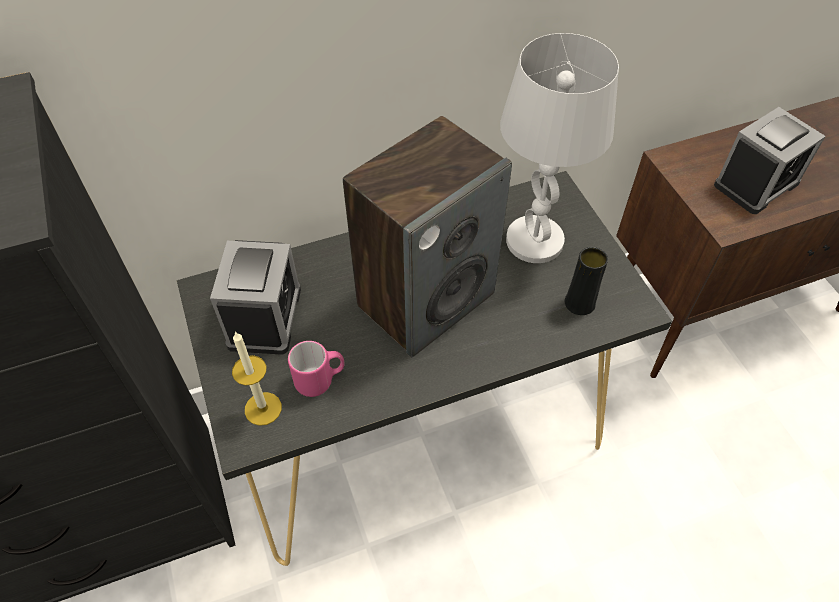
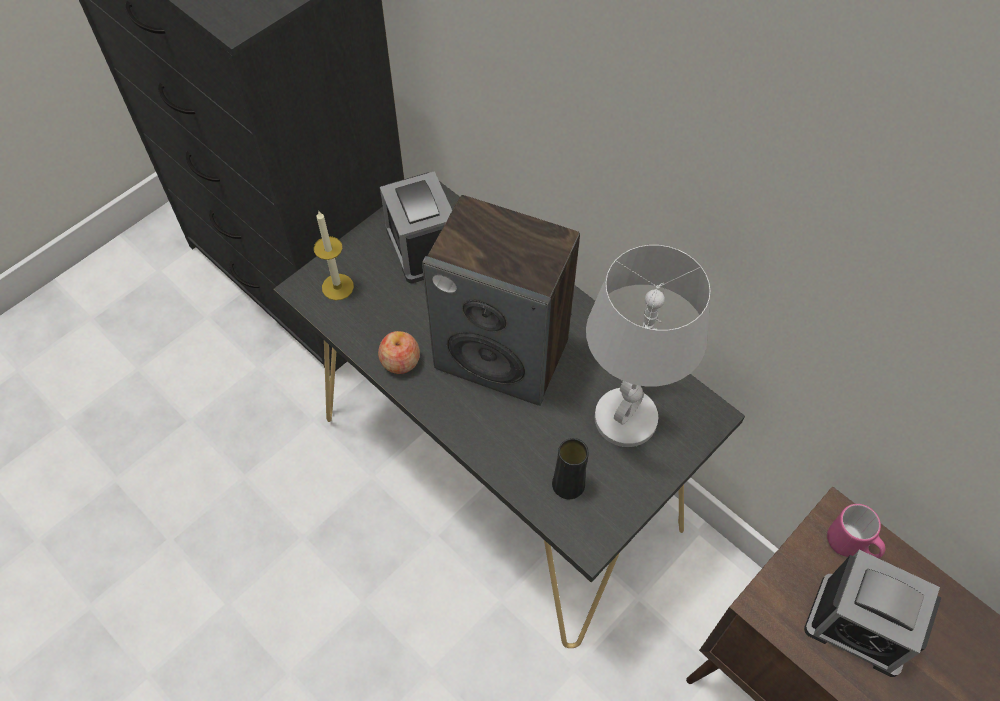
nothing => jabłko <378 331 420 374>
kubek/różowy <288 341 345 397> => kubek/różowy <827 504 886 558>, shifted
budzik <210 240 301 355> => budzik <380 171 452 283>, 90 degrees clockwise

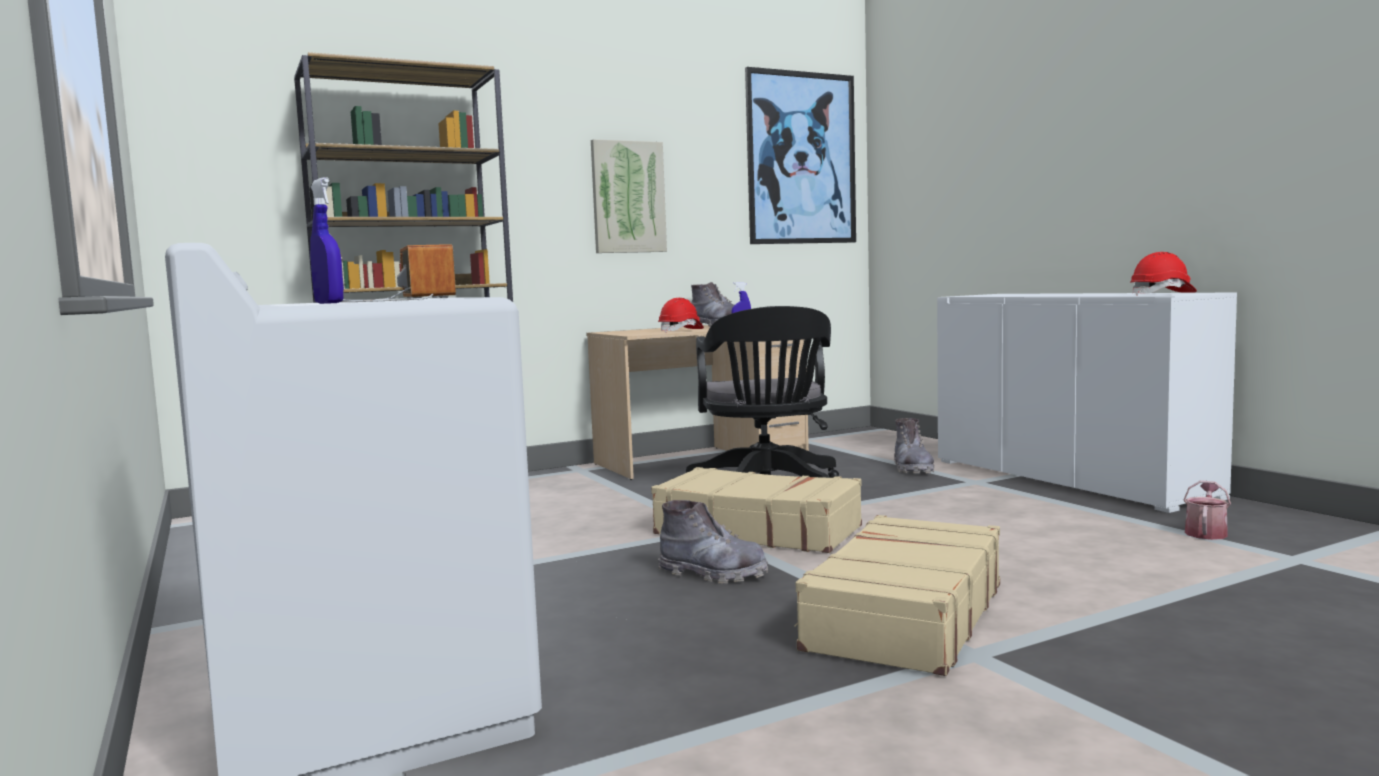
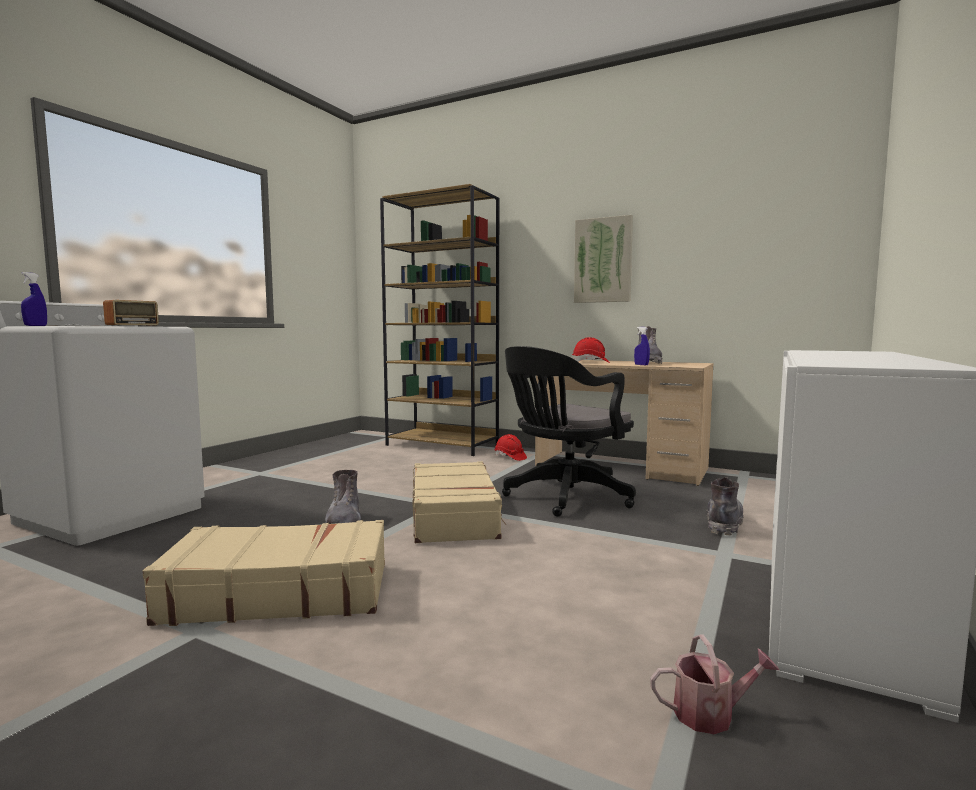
obraz <745 67 856 244> => nothing
kask/czerwony <1130 252 1197 296> => kask/czerwony <494 434 527 461>, shifted
but z cholewką/szary <894 418 935 473> => but z cholewką/szary <707 477 744 535>, 150 degrees clockwise

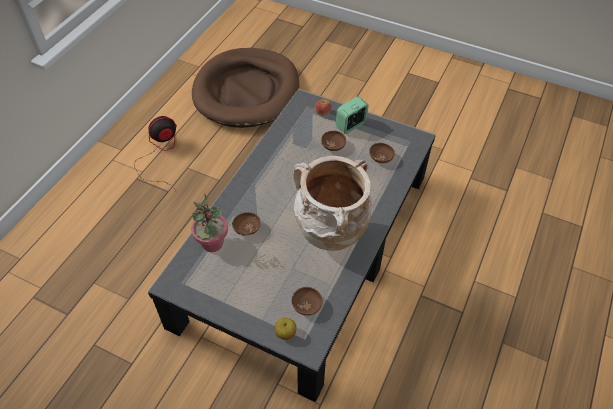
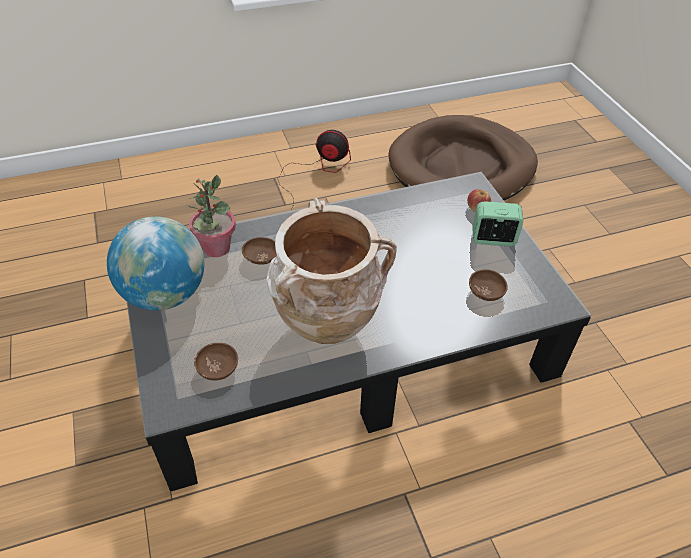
jabłko <274 318 297 340> => nothing
miska/brązowy <321 131 346 151> => nothing
nothing => globus <107 216 204 311>

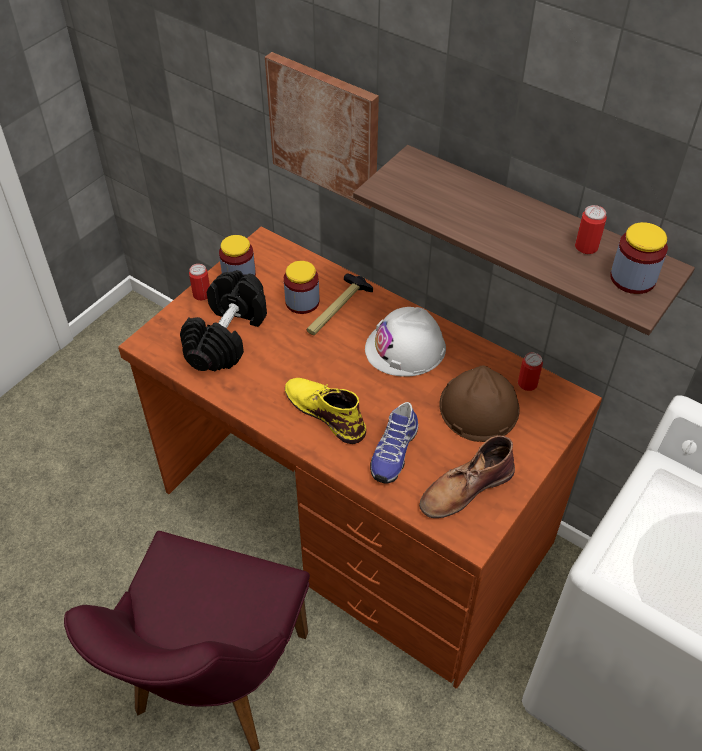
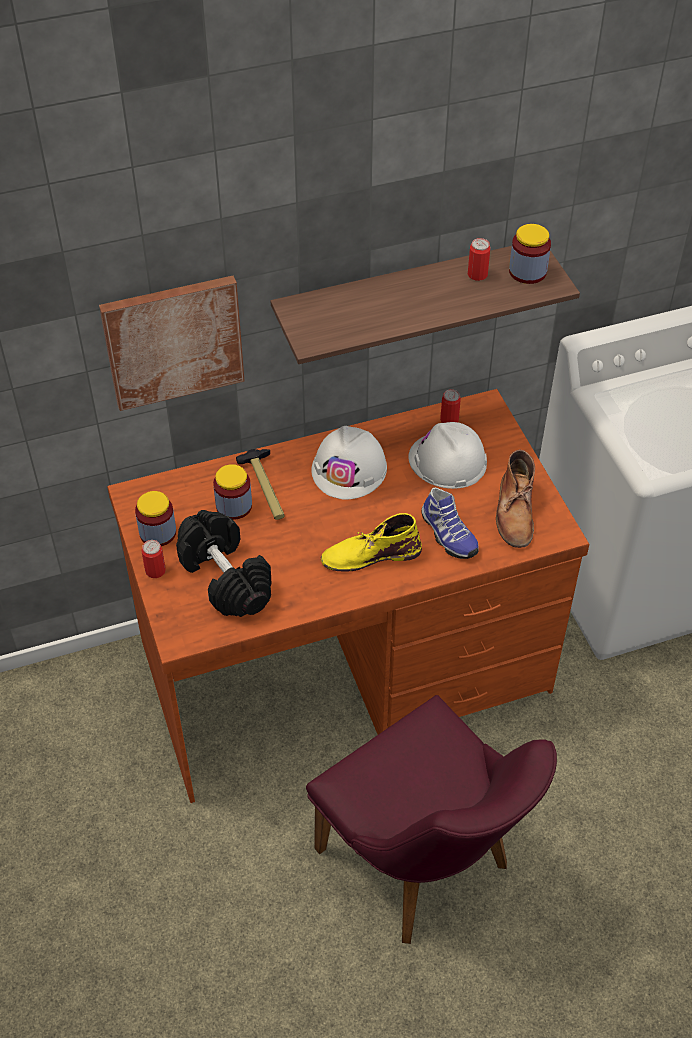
kask/brązowy <439 365 520 442> => kask/biały <408 422 487 489>

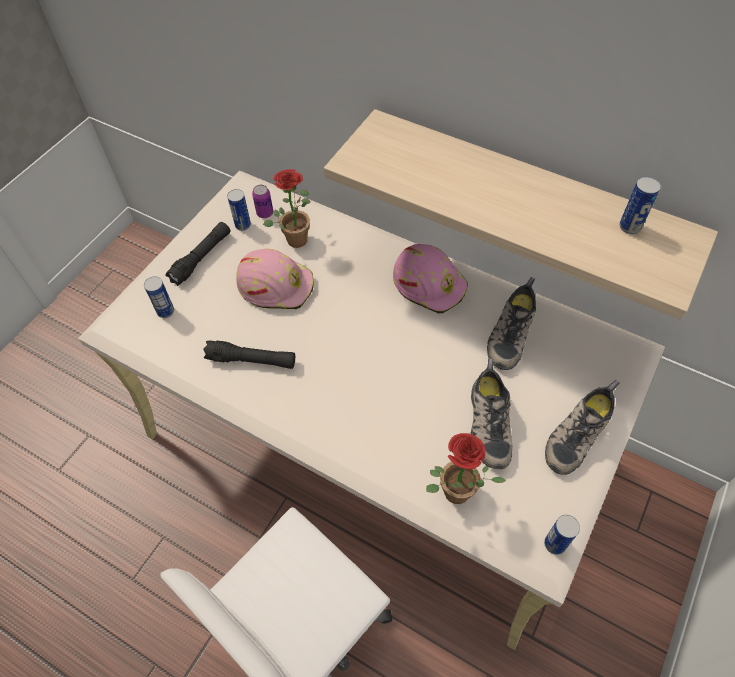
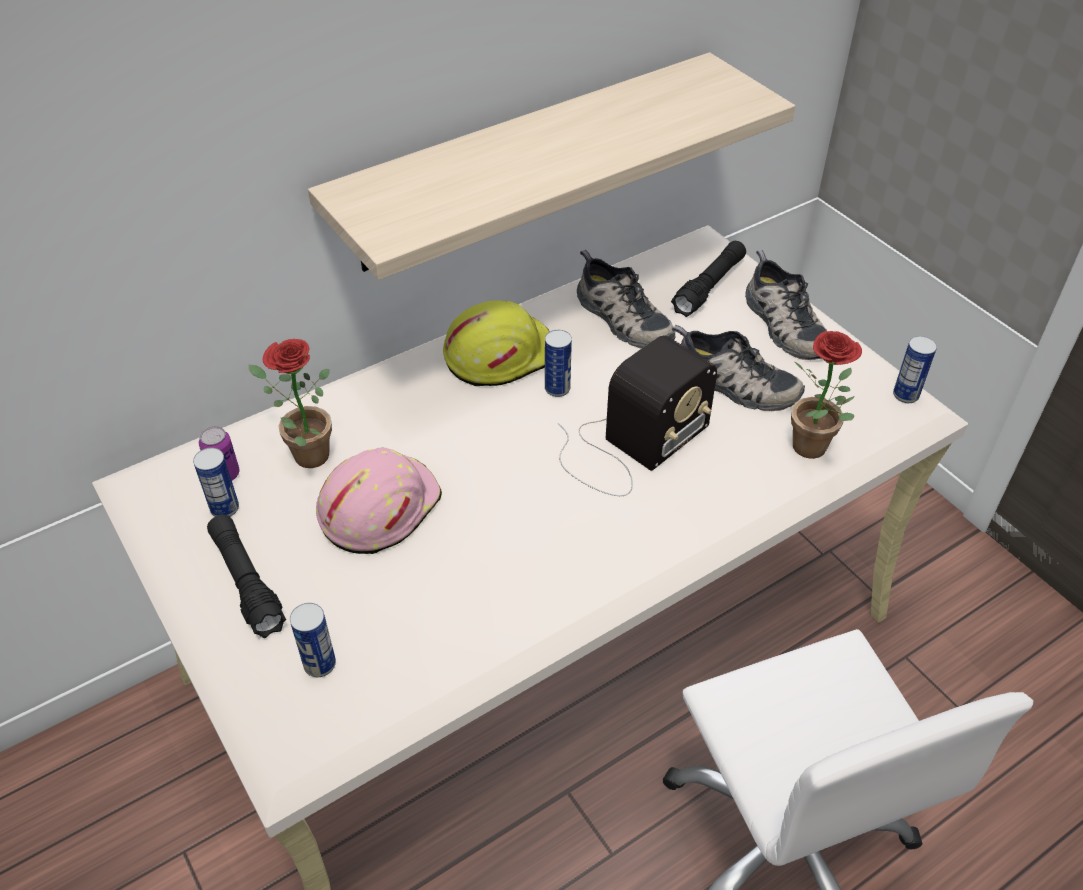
nothing => radio <558 335 717 496>
latarka/czarny <203 340 295 369> => latarka/czarny <671 241 746 317>, shifted
puszka <620 176 661 234> => puszka <545 330 572 397>, shifted
kask/różowy <393 244 468 314> => kask/żółty <443 301 550 386>

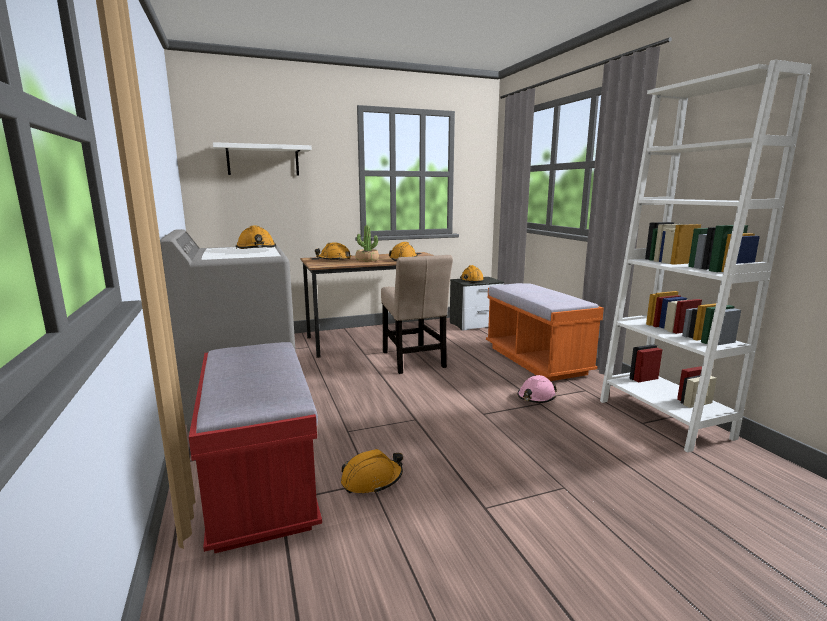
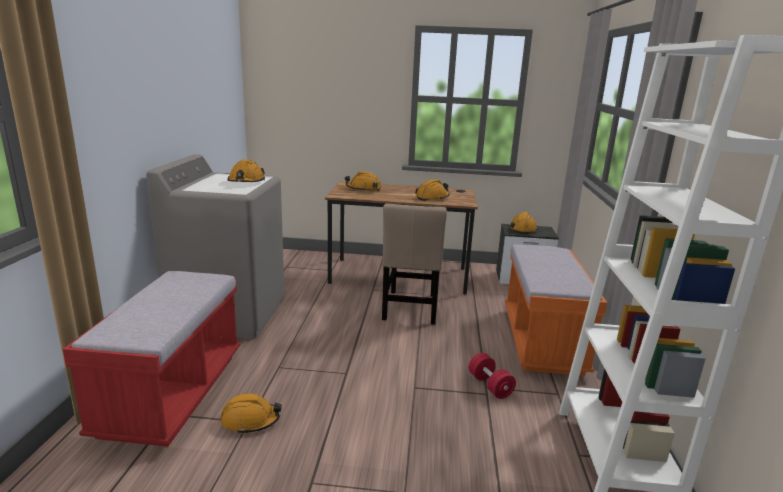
półka/biały <213 142 312 176> => nothing
roślina doniczkowa <356 225 379 262> => nothing
kask/różowy <517 375 557 403> => hantel/czerwony <469 353 516 399>

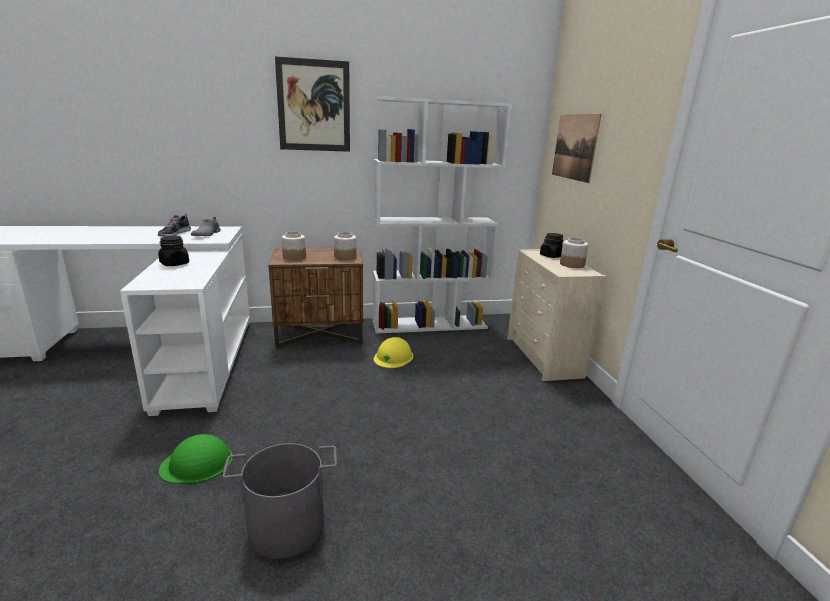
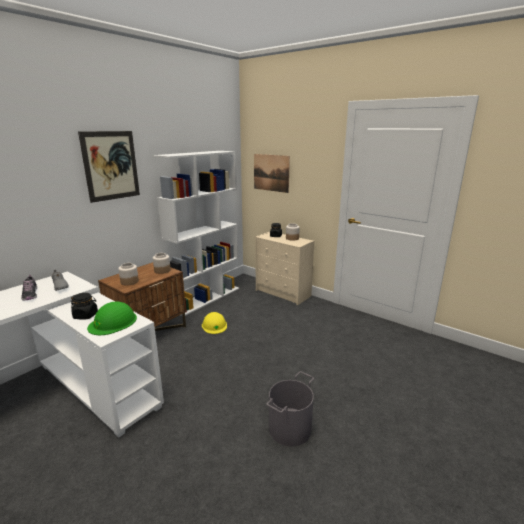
kask/zielony <159 434 233 484> => kask/zielony <87 301 137 335>, shifted

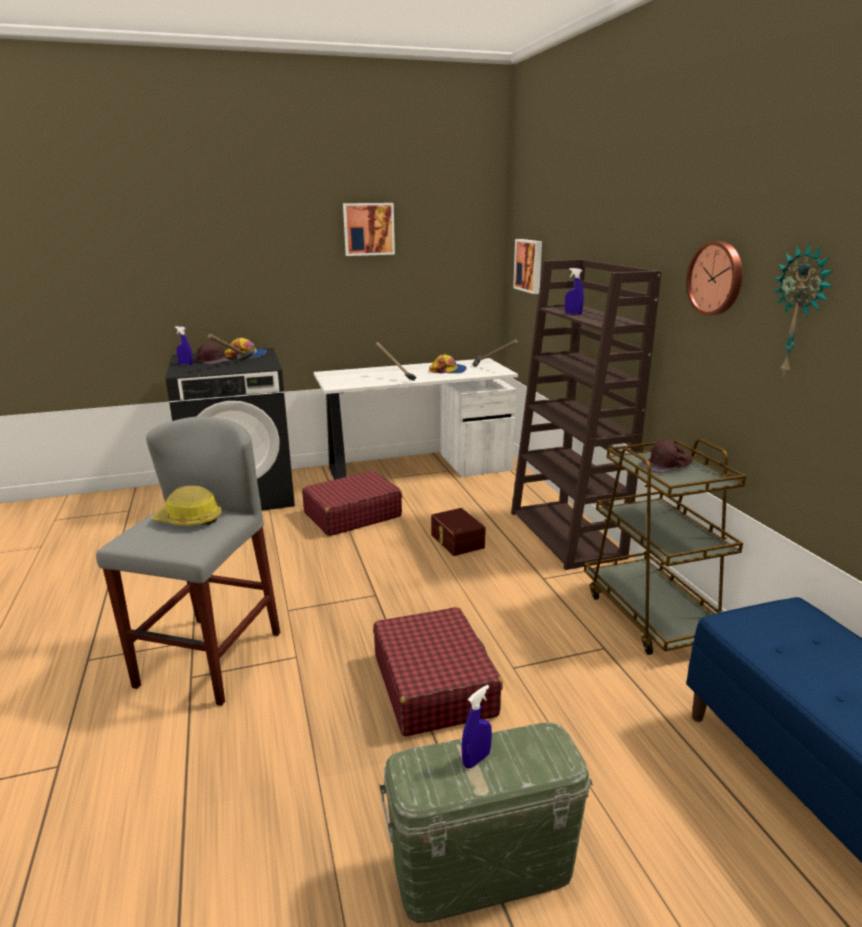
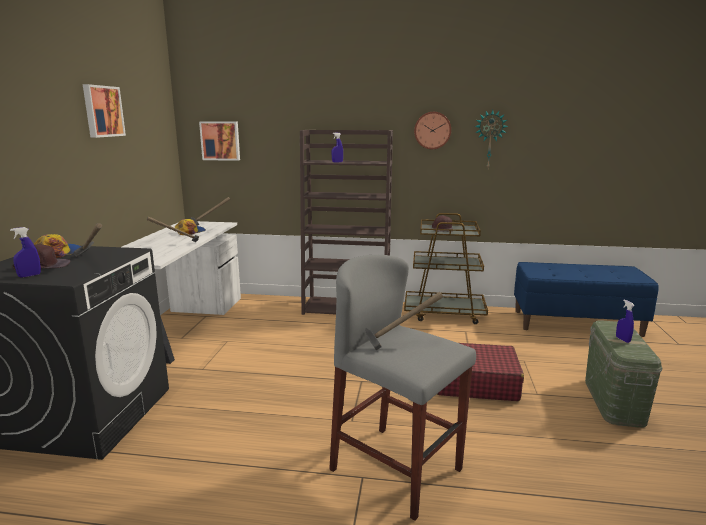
walizka/czerwony <302 471 402 536> => nothing
pojemnik do przechowywania/brązowy <431 508 486 556> => nothing
kask <151 486 222 526> => młotek <365 292 443 350>

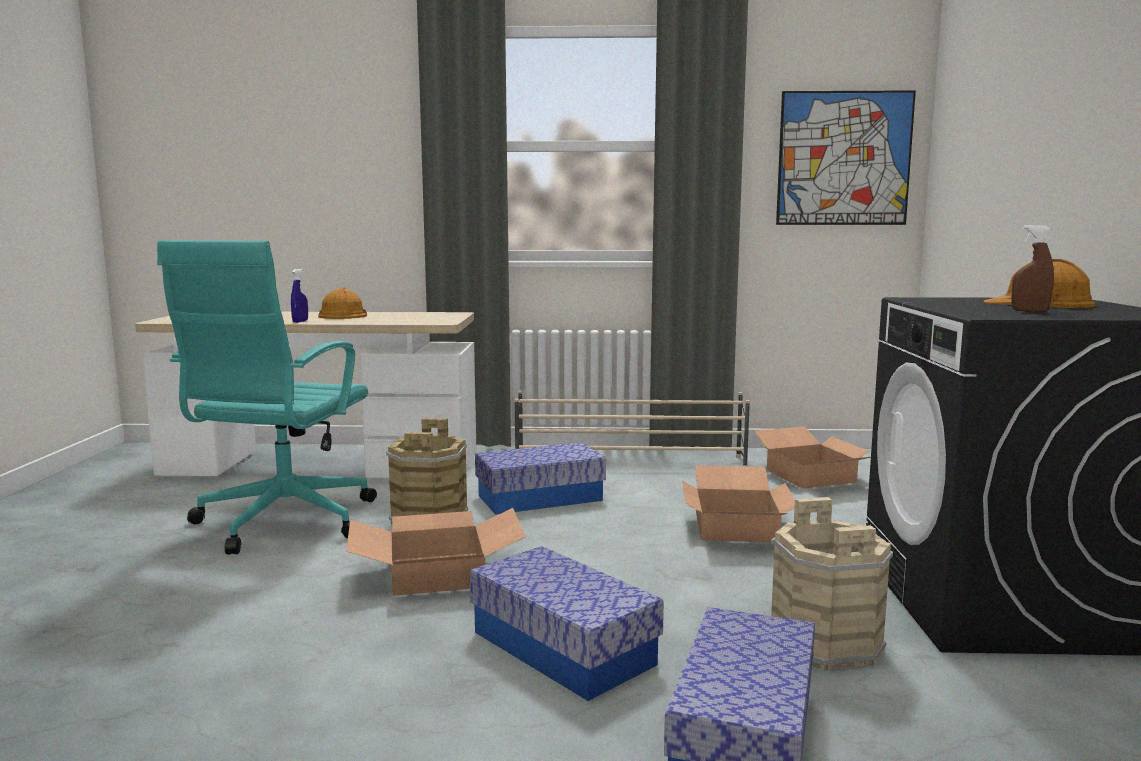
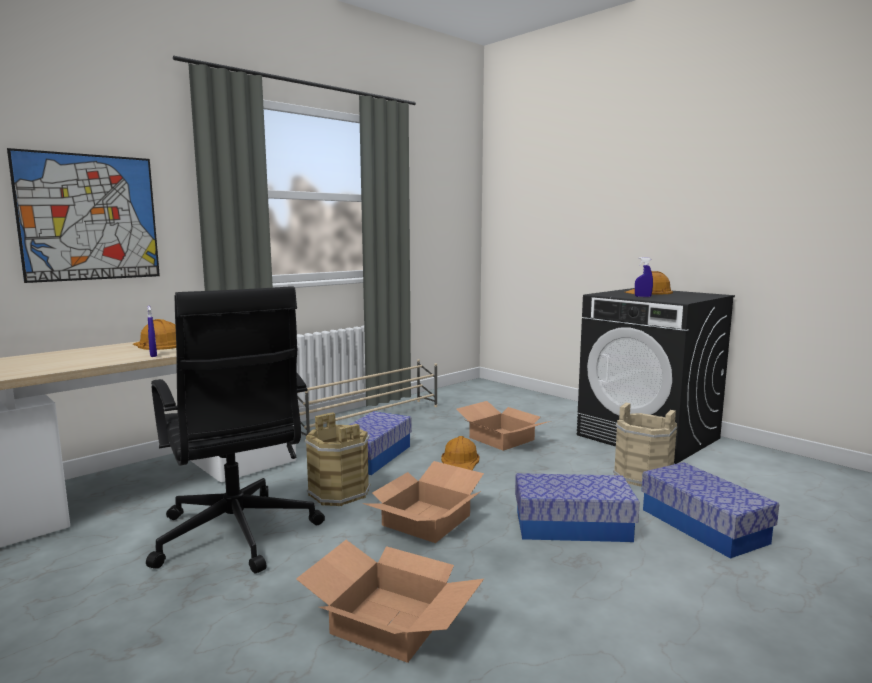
spryskiwacz/brązowy <1011 225 1054 312> => nothing
nothing => kask/pomarańczowy <441 436 479 470>
nothing => spryskiwacz/niebieski <635 257 653 297>
karton <754 426 871 489> => karton <296 540 484 663>, shifted
obraz <776 90 916 225> => obraz <7 148 160 283>, shifted
krzesło biurowe/turkusowy <157 240 377 555> => krzesło biurowe/czarny <146 286 325 574>

